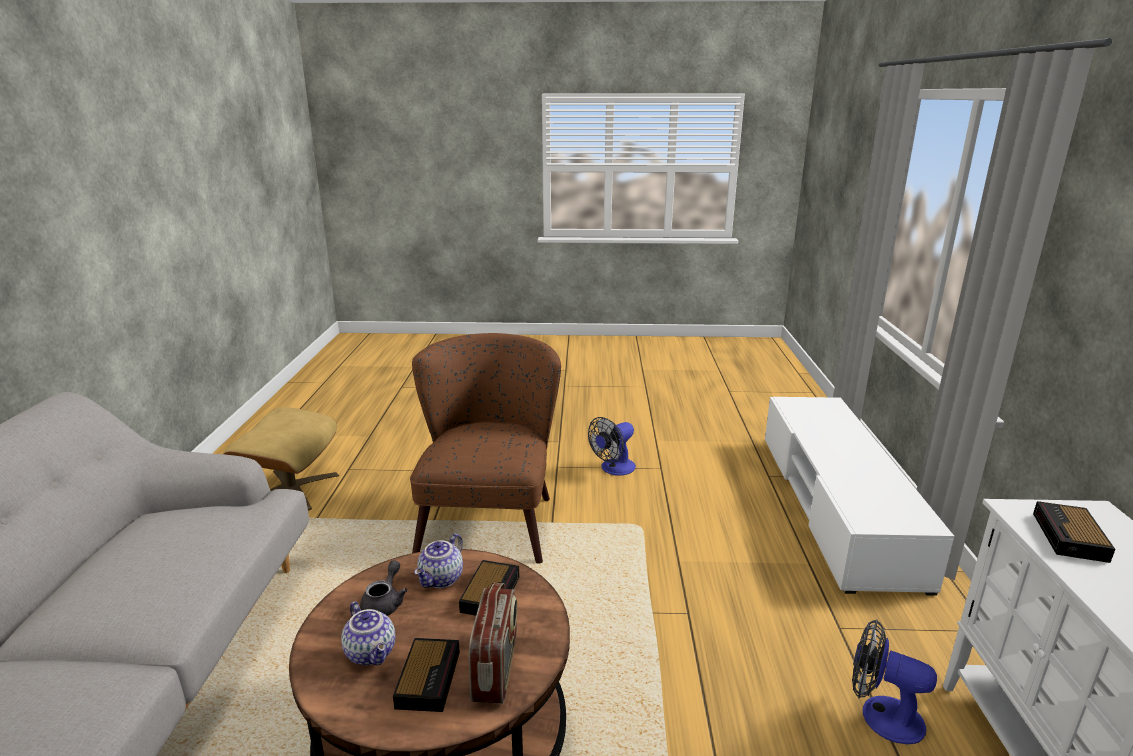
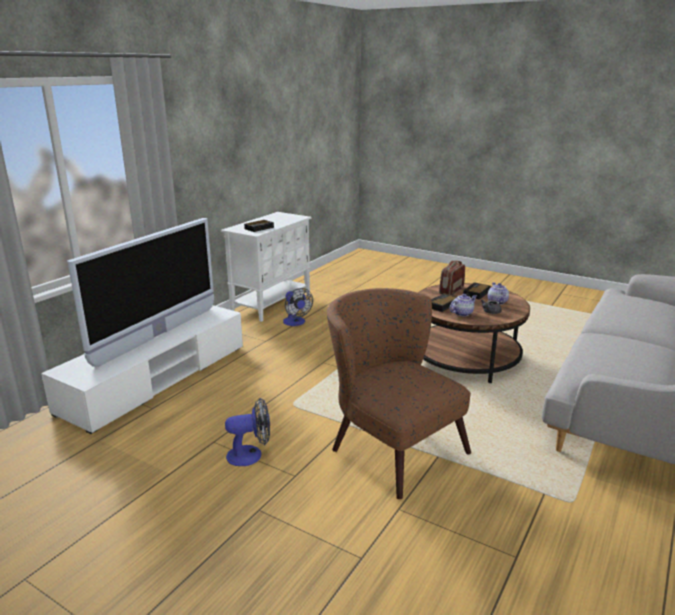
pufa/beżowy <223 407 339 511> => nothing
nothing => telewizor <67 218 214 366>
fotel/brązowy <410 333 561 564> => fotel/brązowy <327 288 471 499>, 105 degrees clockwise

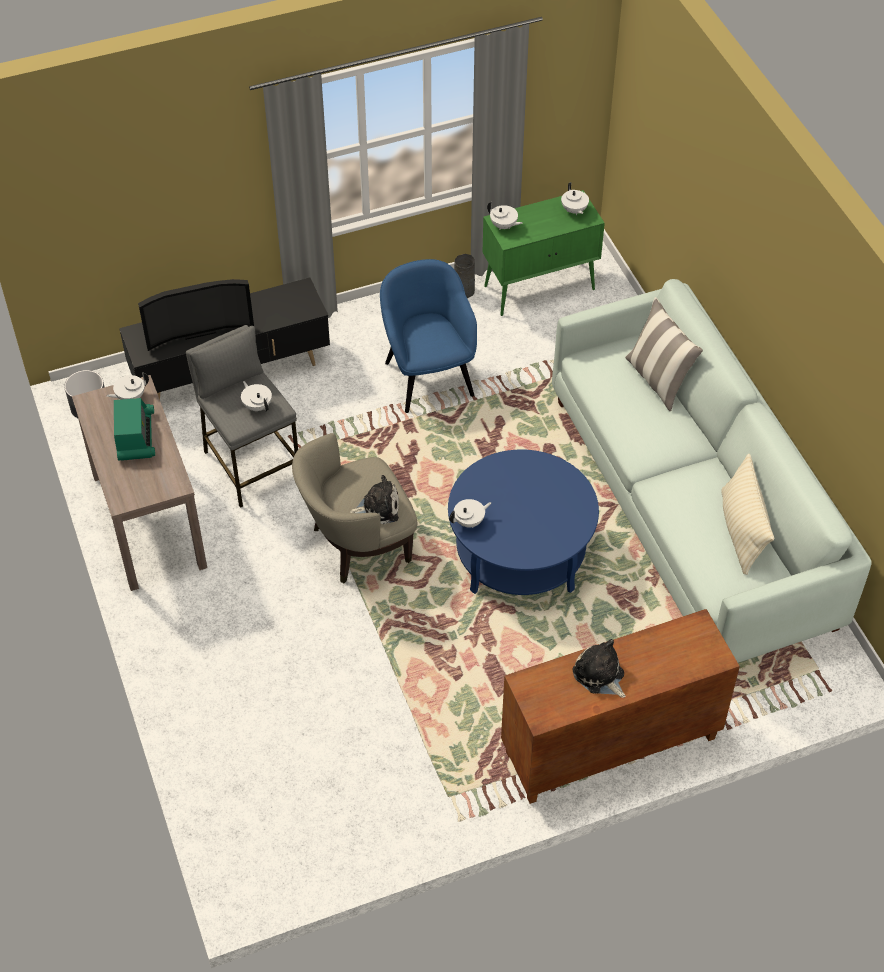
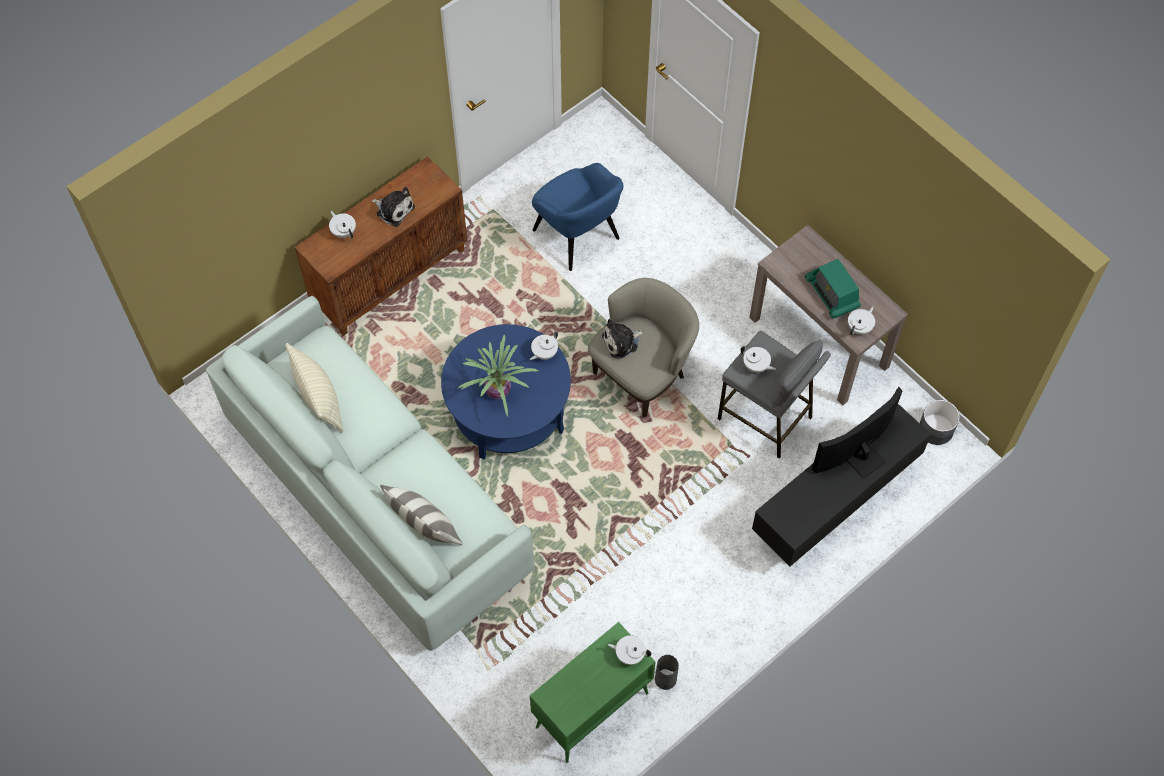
nothing => roślina doniczkowa <457 335 538 417>
fotel/niebieski <380 259 477 413> => fotel/niebieski <532 163 623 271>, shifted
imbryk/biały <561 182 589 215> => imbryk/biały <329 211 356 239>, shifted

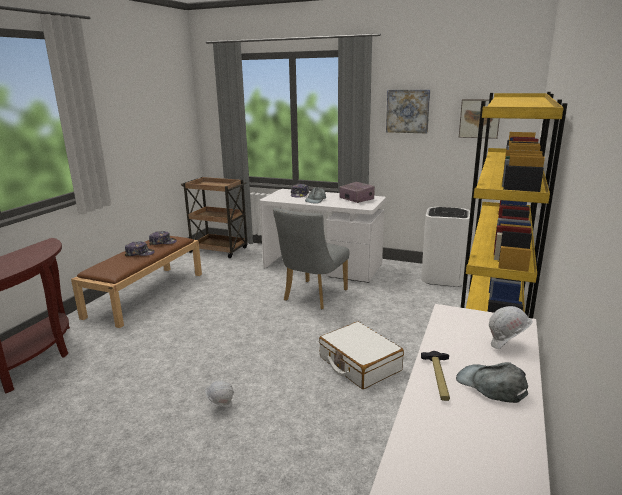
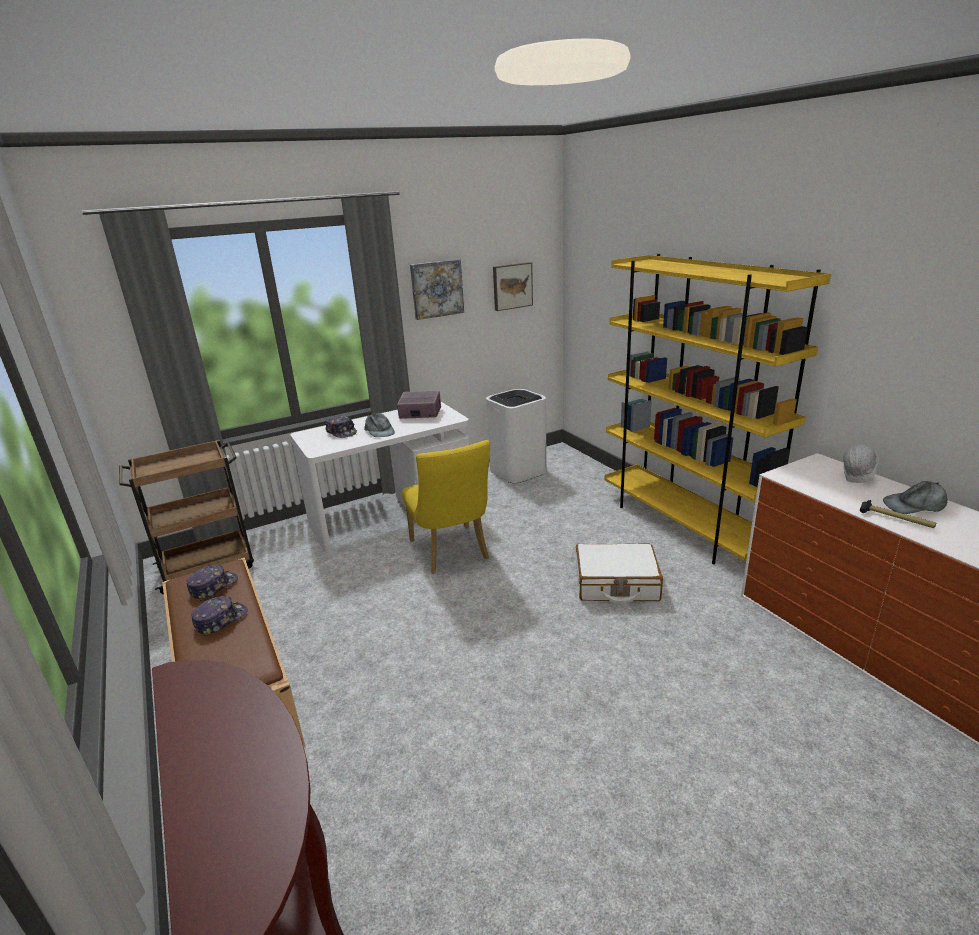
kask/biały <205 380 234 407> => nothing
krzesło/szary <273 208 350 309> => krzesło/żółty <402 440 490 574>

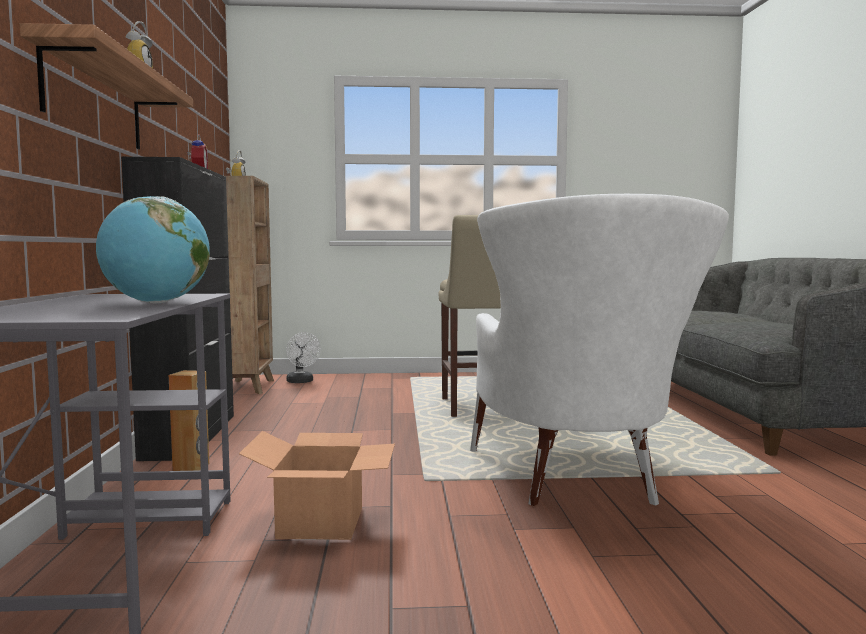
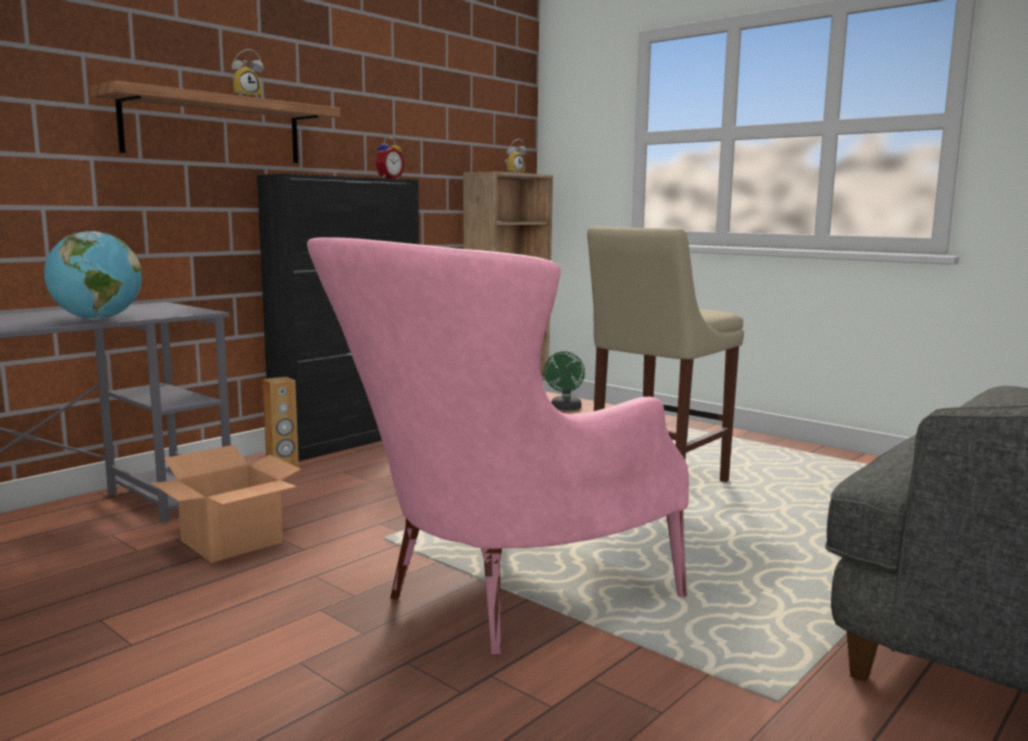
wentylator/biały <286 332 321 383> => wentylator/zielony <544 351 585 411>
fotel/biały <470 194 729 506> => fotel/różowy <307 237 689 654>

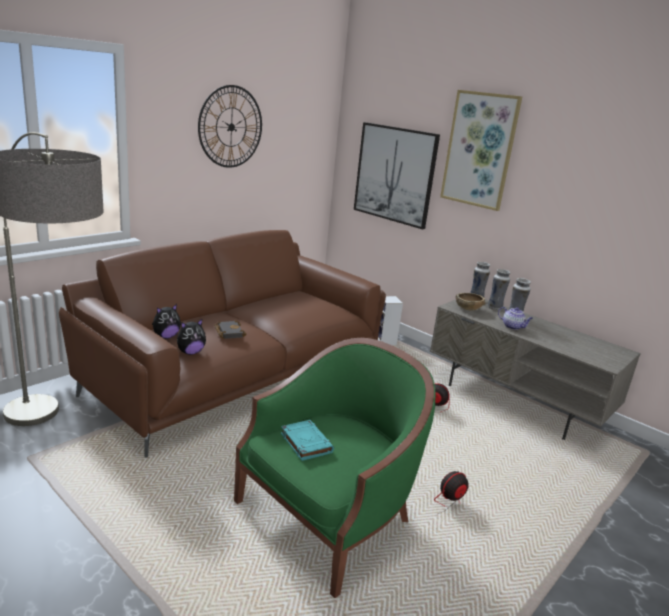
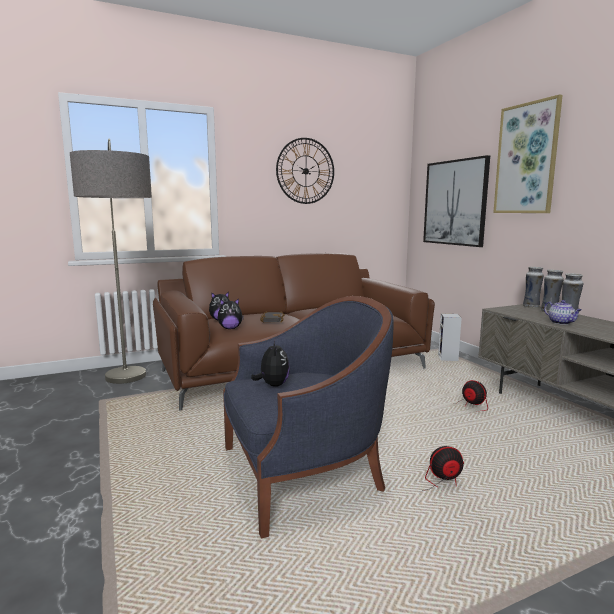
miska/brązowy <456 293 485 311> => nothing
książka/turkusowy <281 420 334 461> => pluszak <251 341 290 387>
fotel/zielony <234 338 436 598> => fotel/niebieski <223 296 394 539>

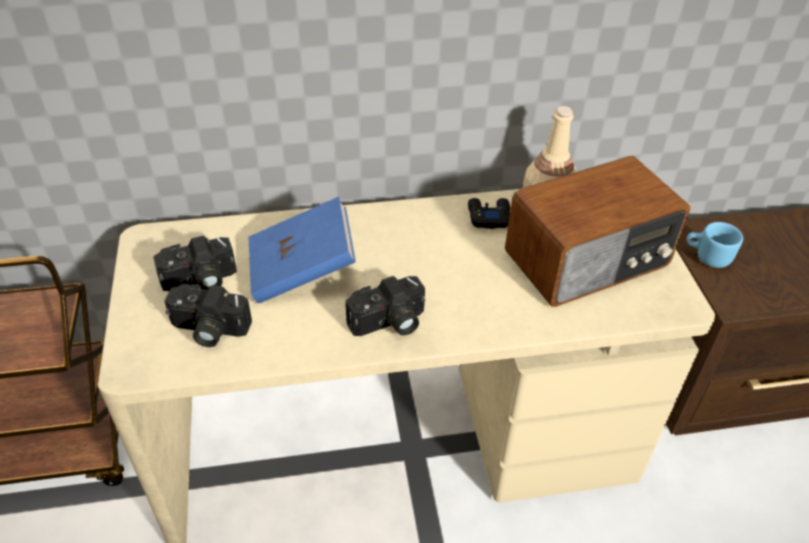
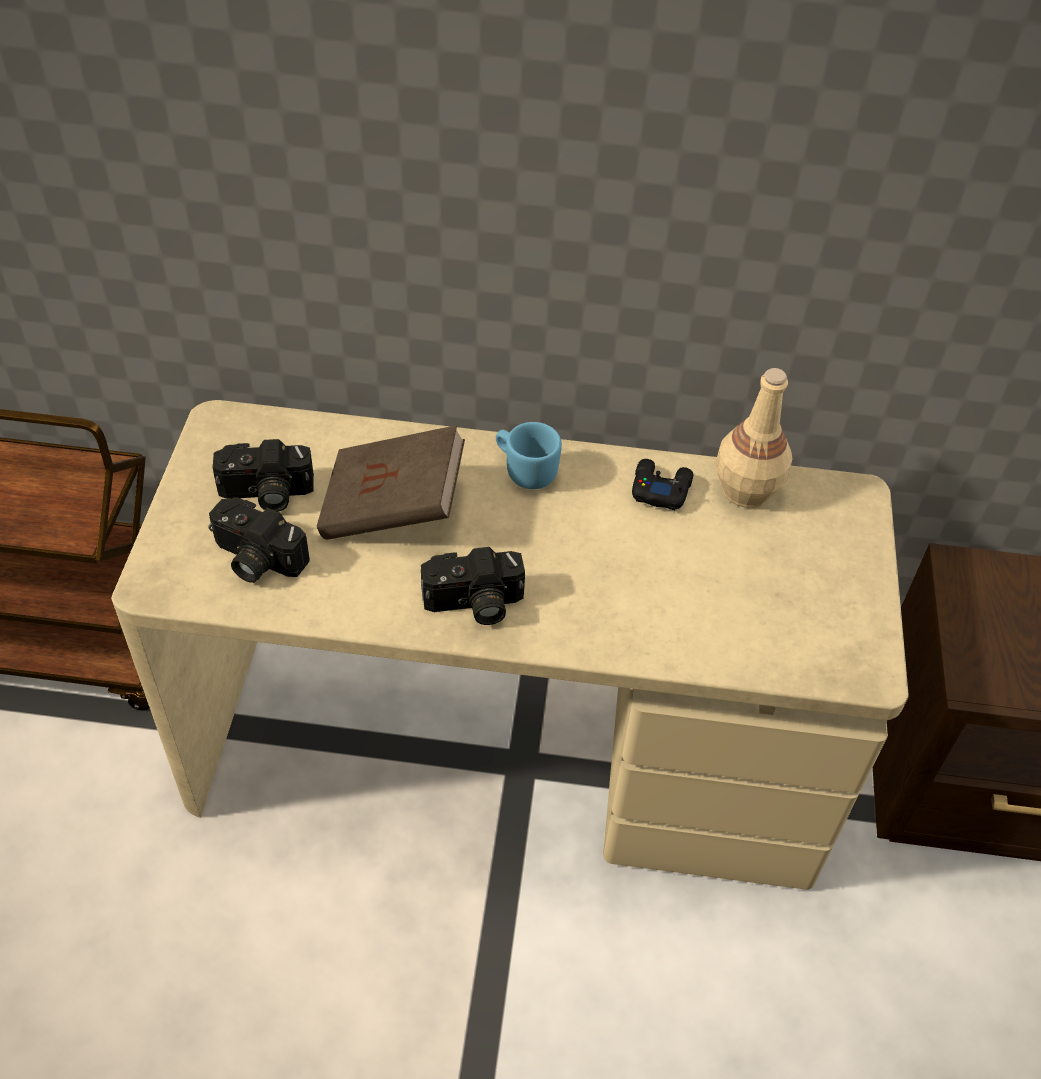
radio <505 156 690 307> => nothing
kubek/niebieski <687 222 743 268> => kubek/niebieski <496 422 562 489>, shifted
książka/niebieski <248 197 356 303> => książka/brązowy <317 425 465 540>

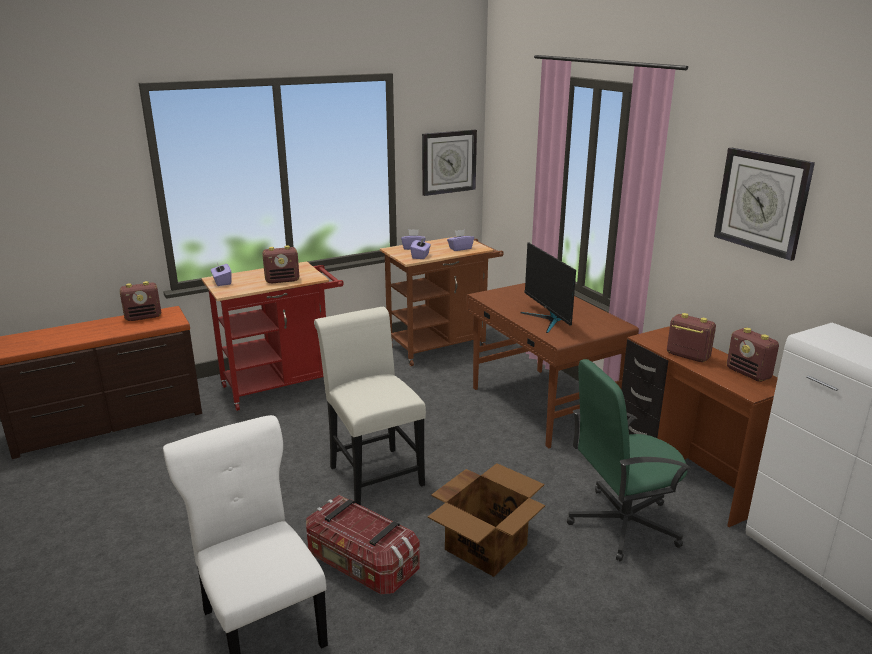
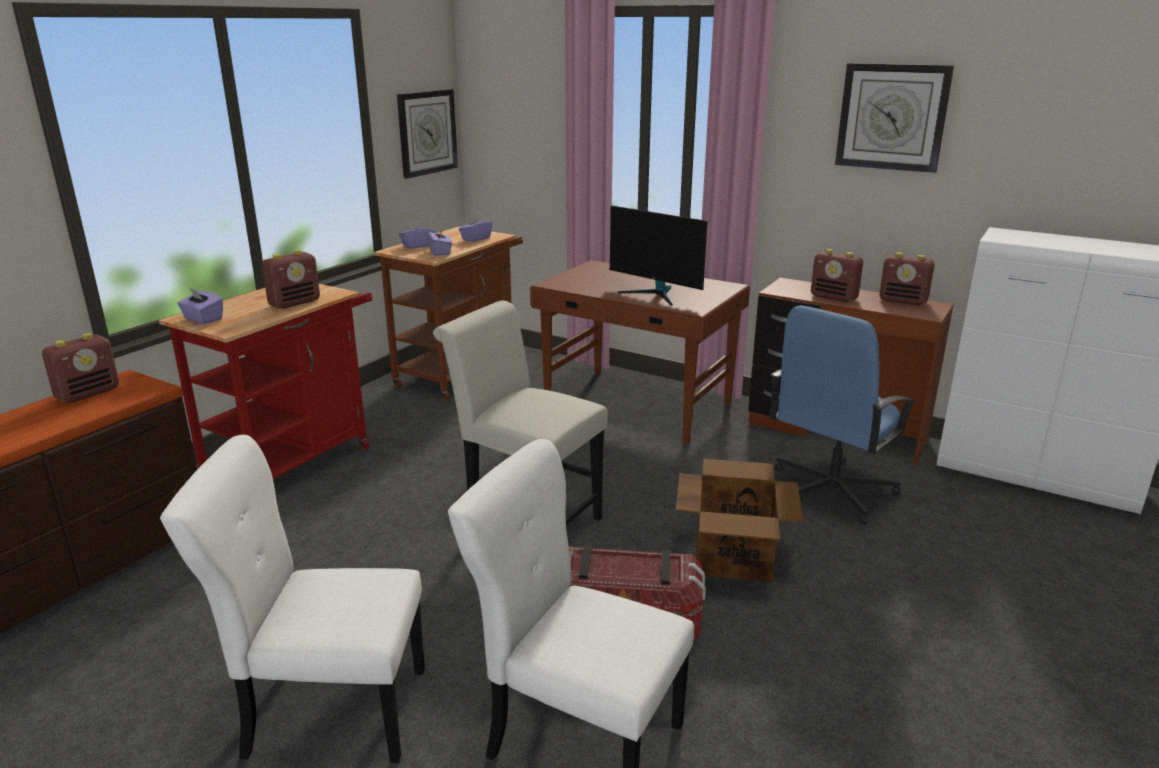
nothing => krzesło/biały <160 435 425 763>
krzesło biurowe/zielony <567 359 691 562> => krzesło biurowe/niebieski <769 306 916 525>
radio <667 313 716 362> => radio <811 249 863 302>, 150 degrees counterclockwise

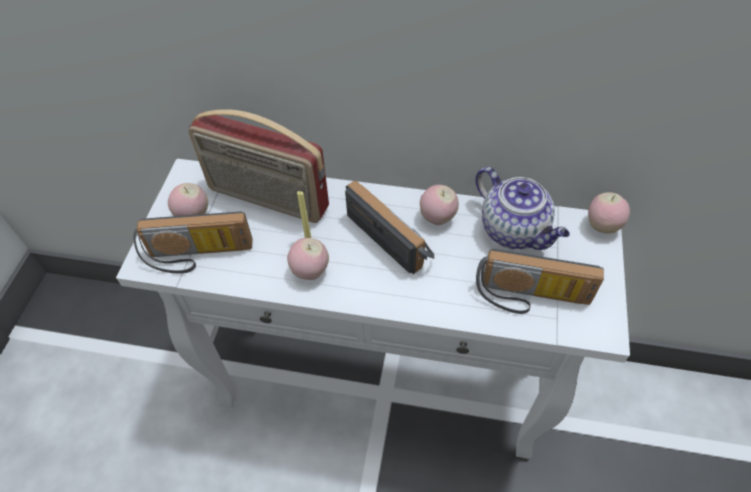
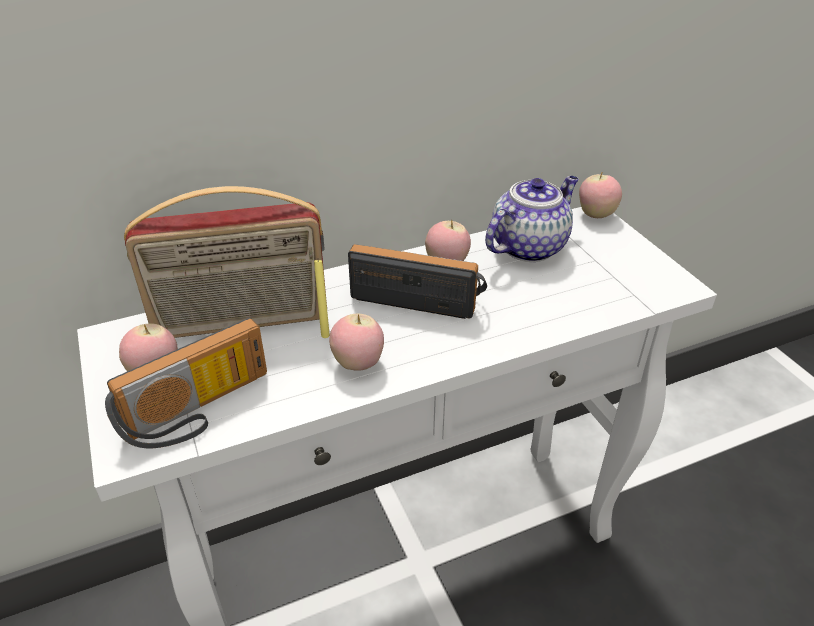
radio <476 249 604 314> => nothing
imbryk <475 167 570 250> => imbryk <485 176 579 262>, 60 degrees counterclockwise

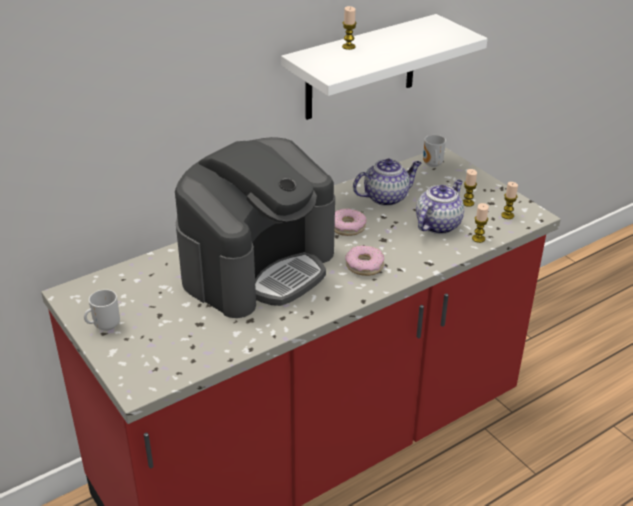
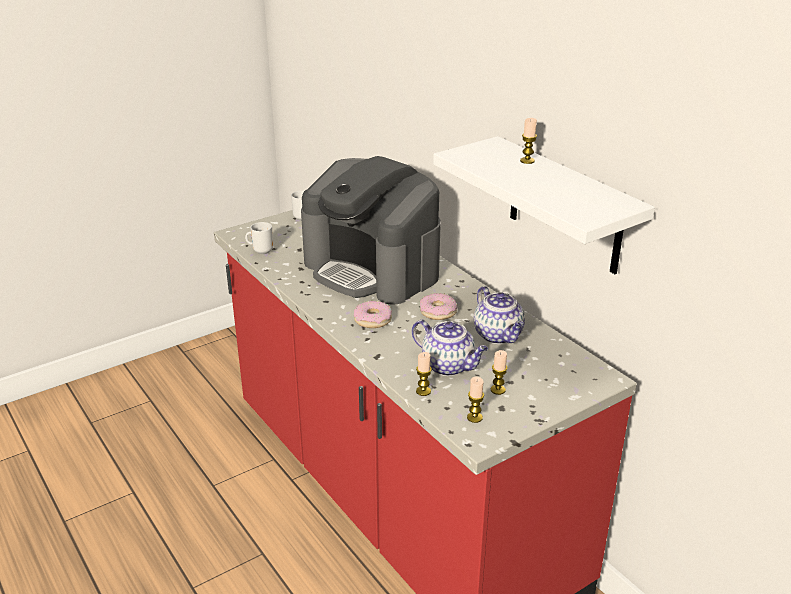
kubek <423 135 446 167> => kubek <245 222 273 254>, shifted

